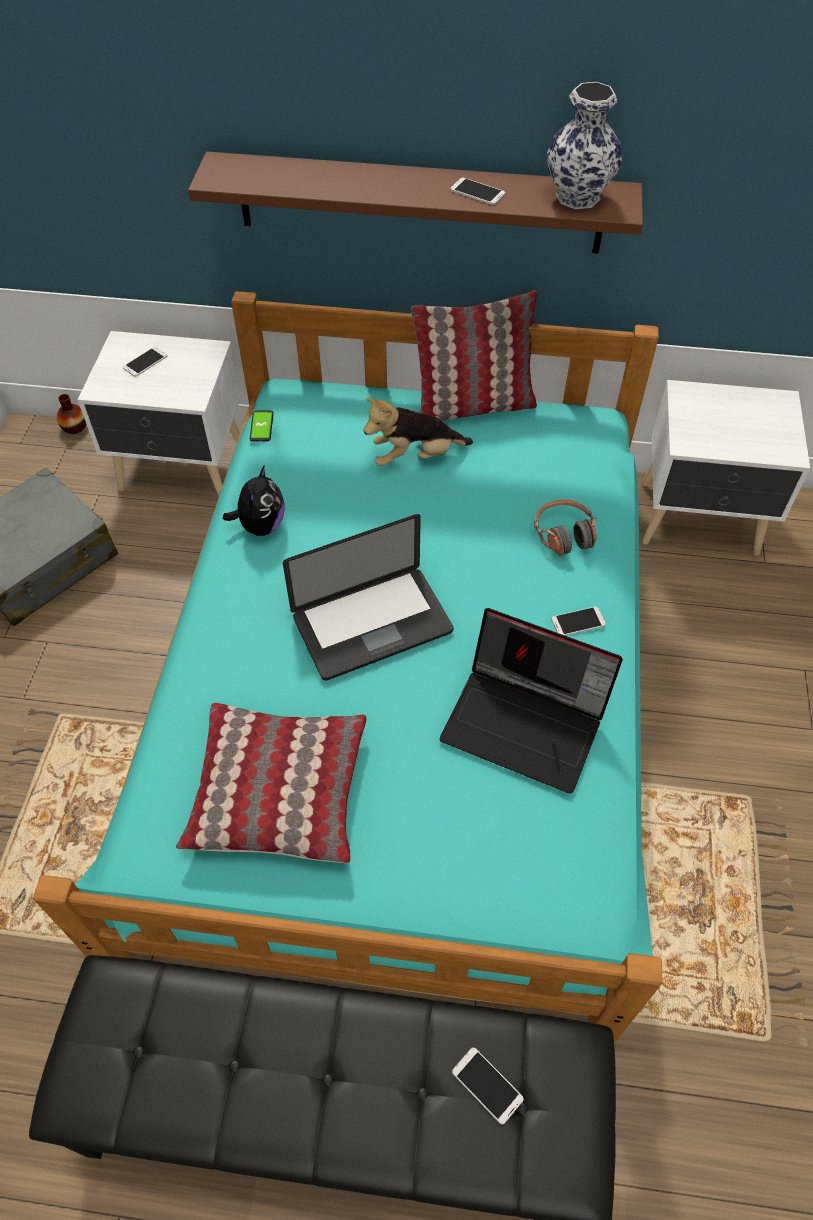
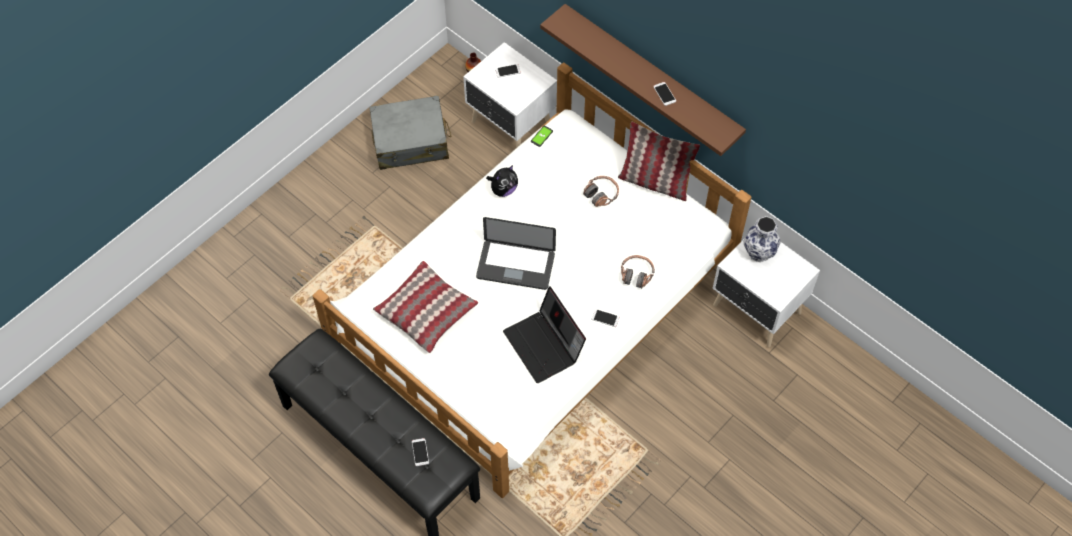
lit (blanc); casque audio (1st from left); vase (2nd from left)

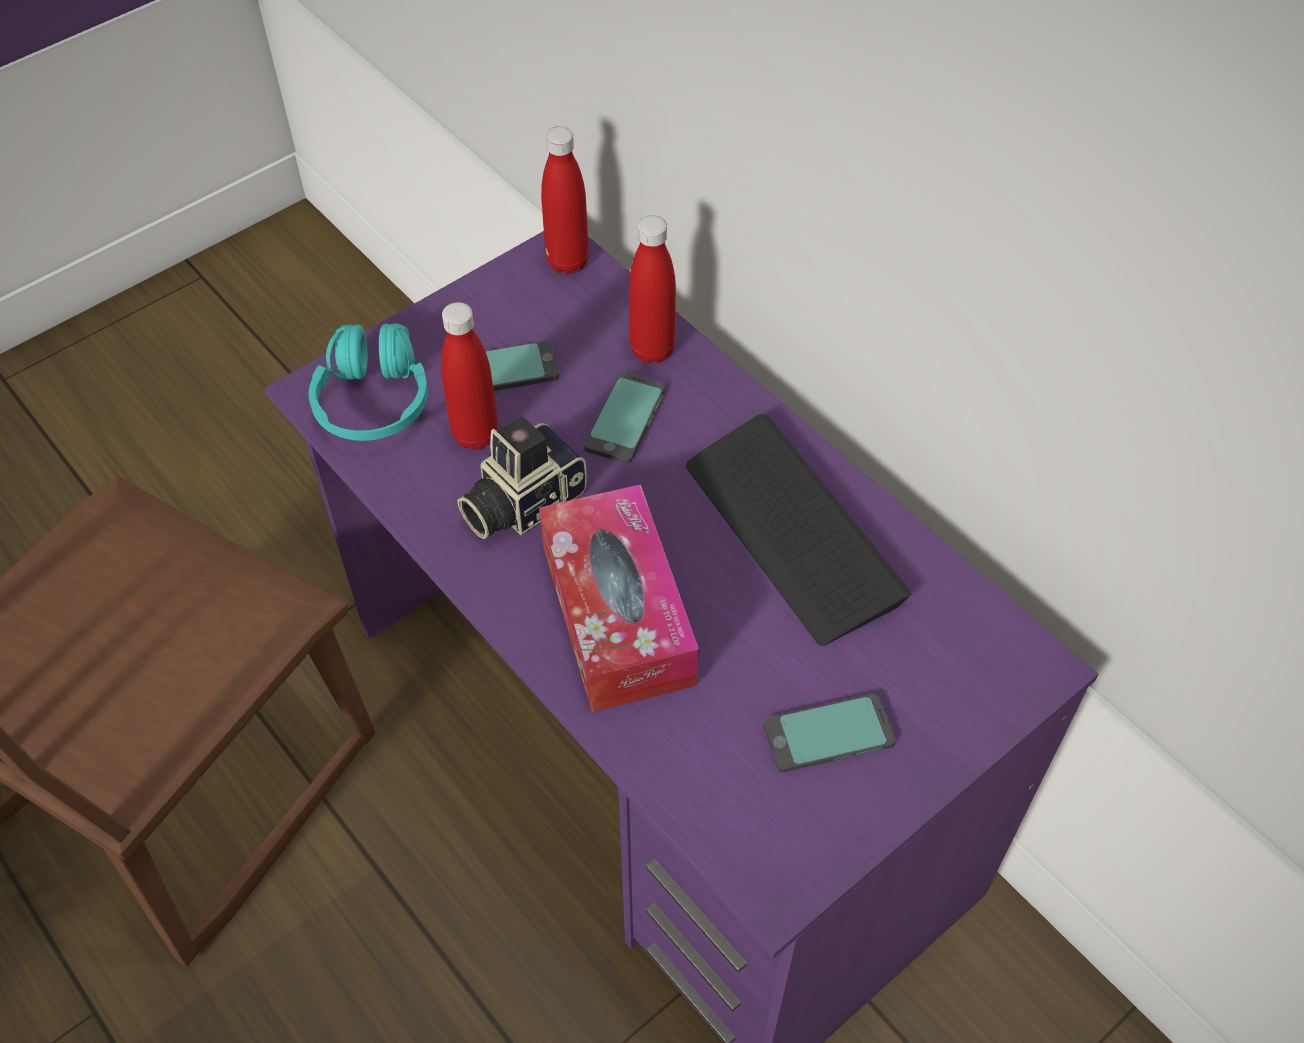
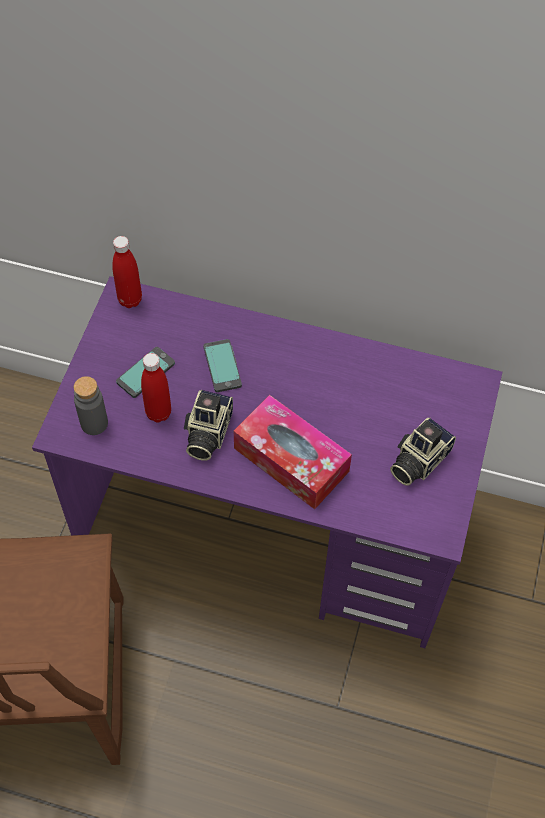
bouteille (gris); bouteille (rouge) (3rd from left in the first image); clavier; appareil photo (2nd from left)

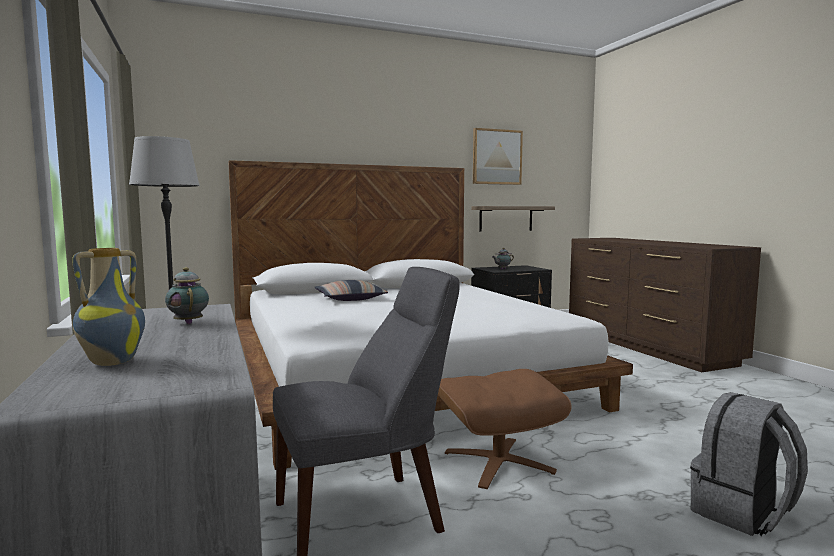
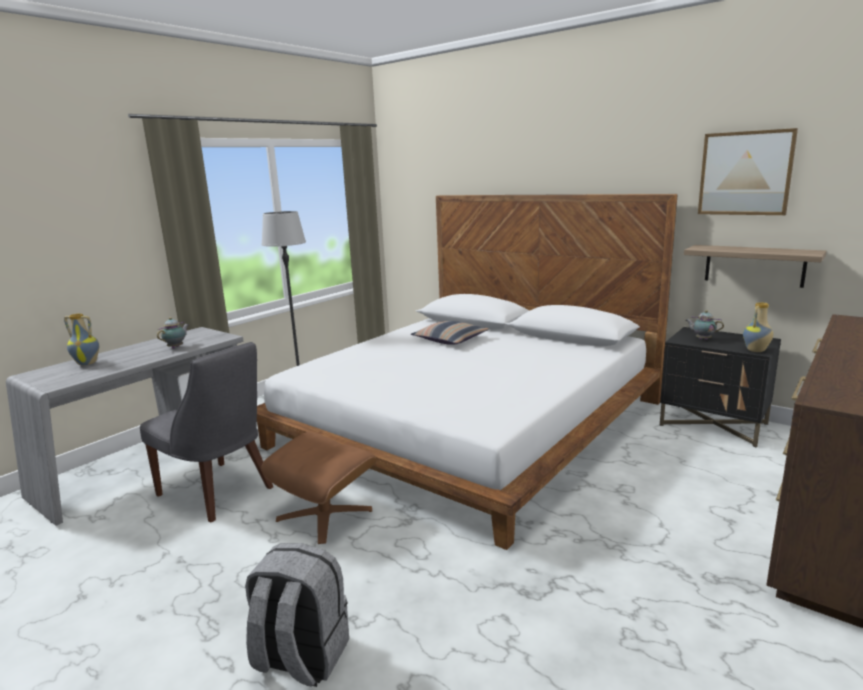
vase (2nd from left)

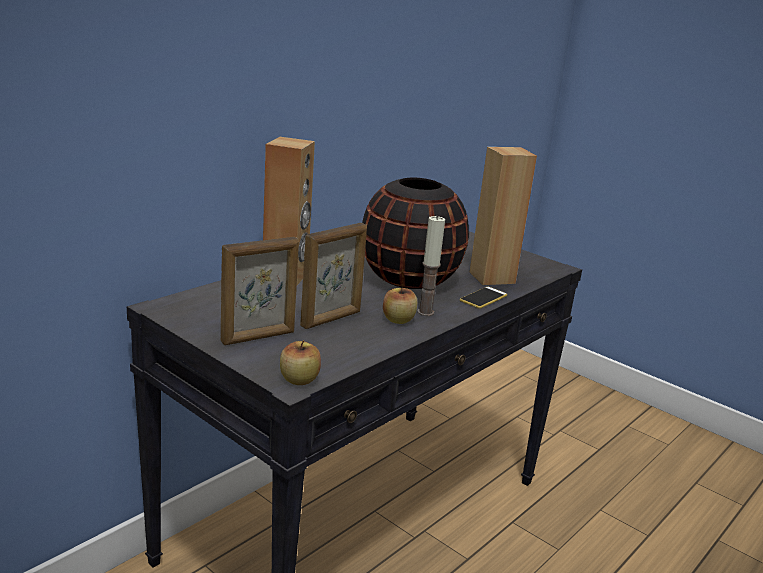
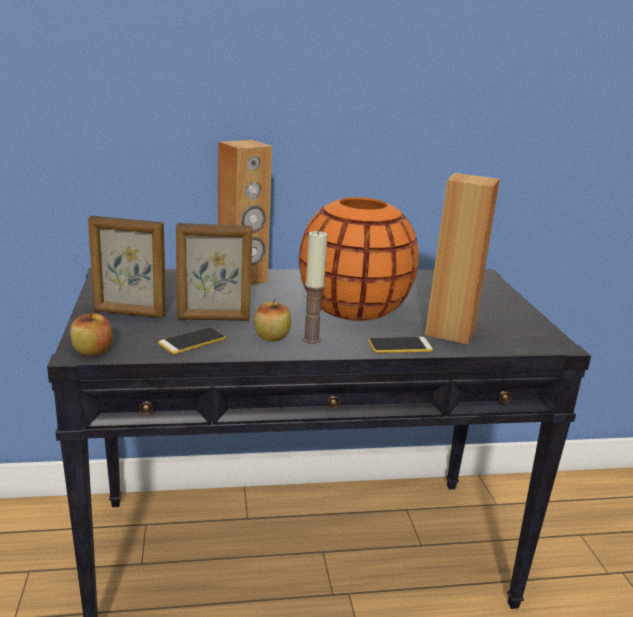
vase (orange); téléphone (1st from left)

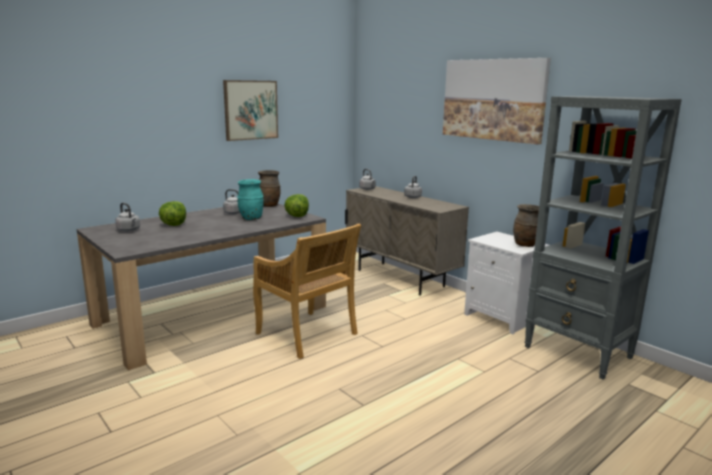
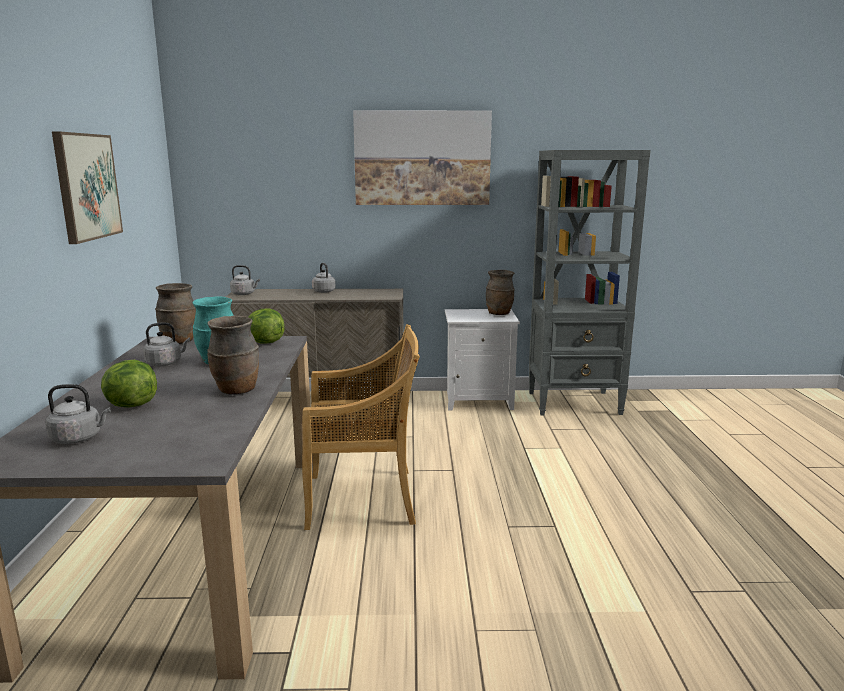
vase (marron) (2nd from left)

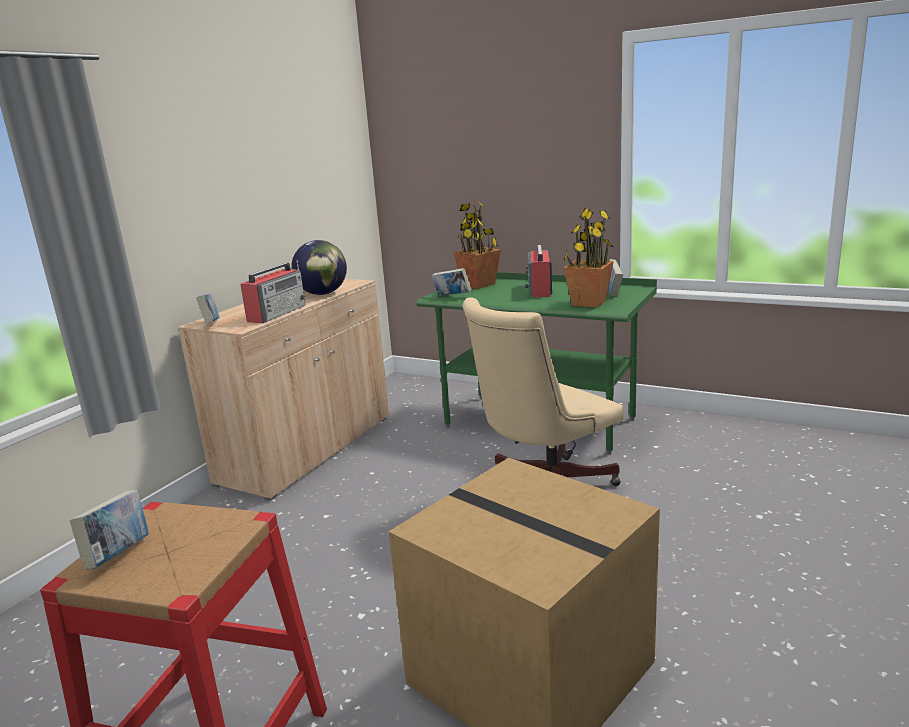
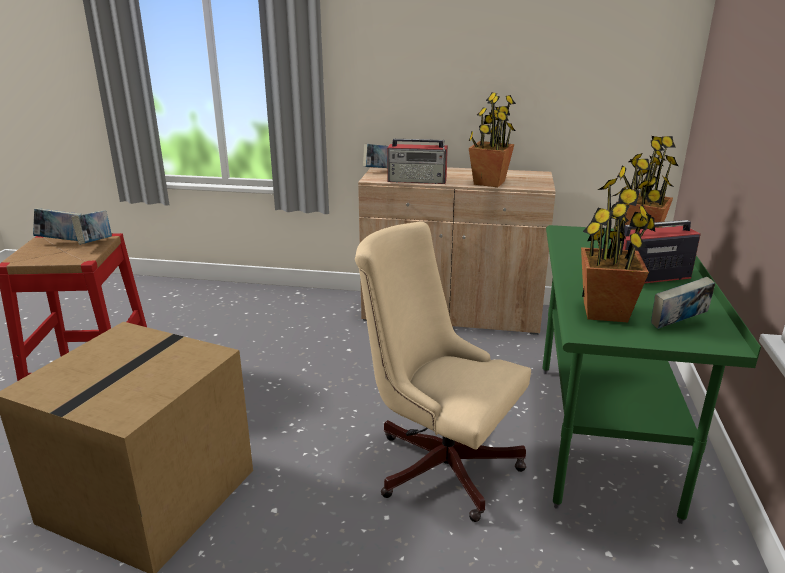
plante en pot (1st from left); livre (2nd from left)

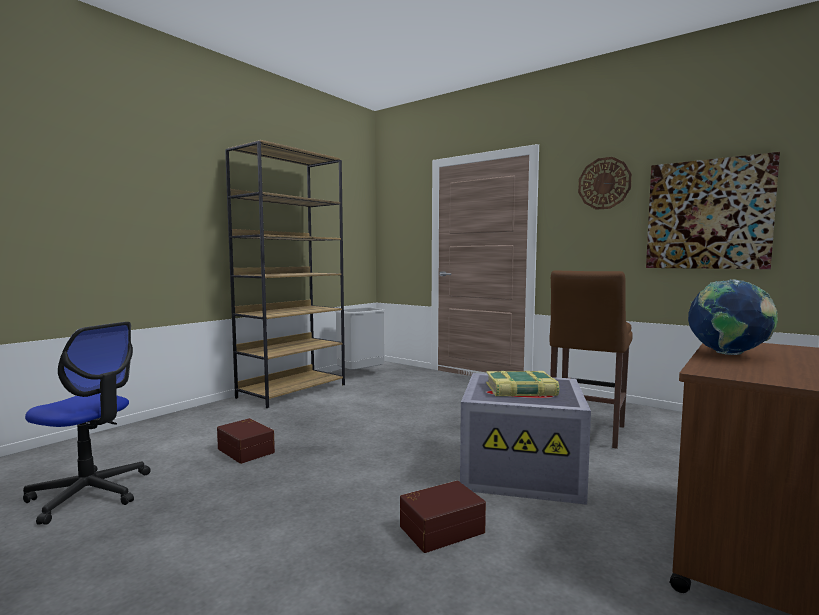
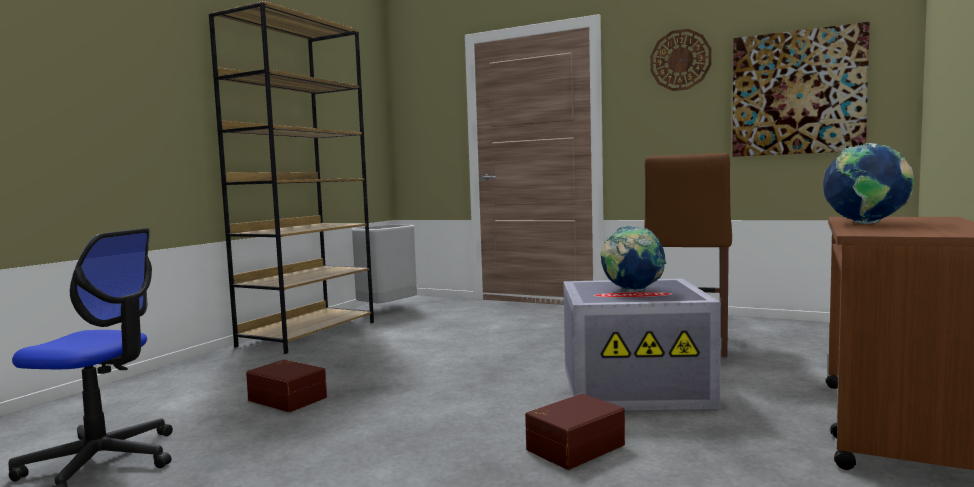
globe (1st from left)

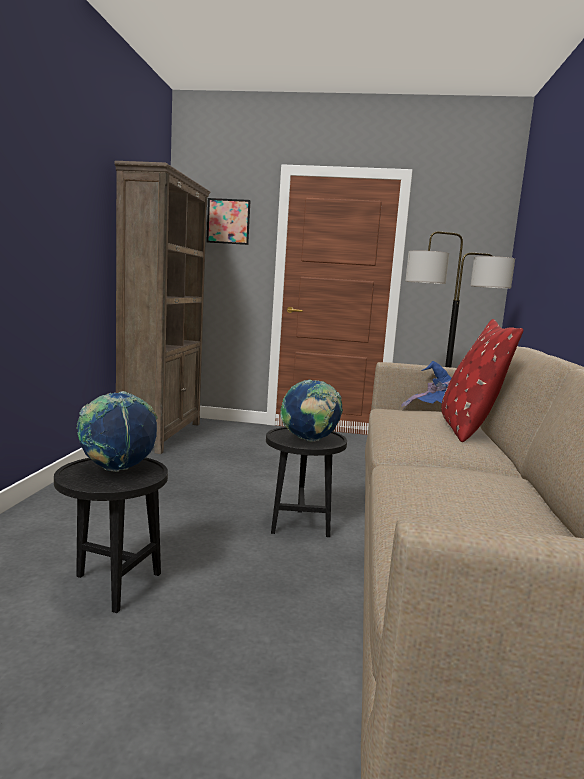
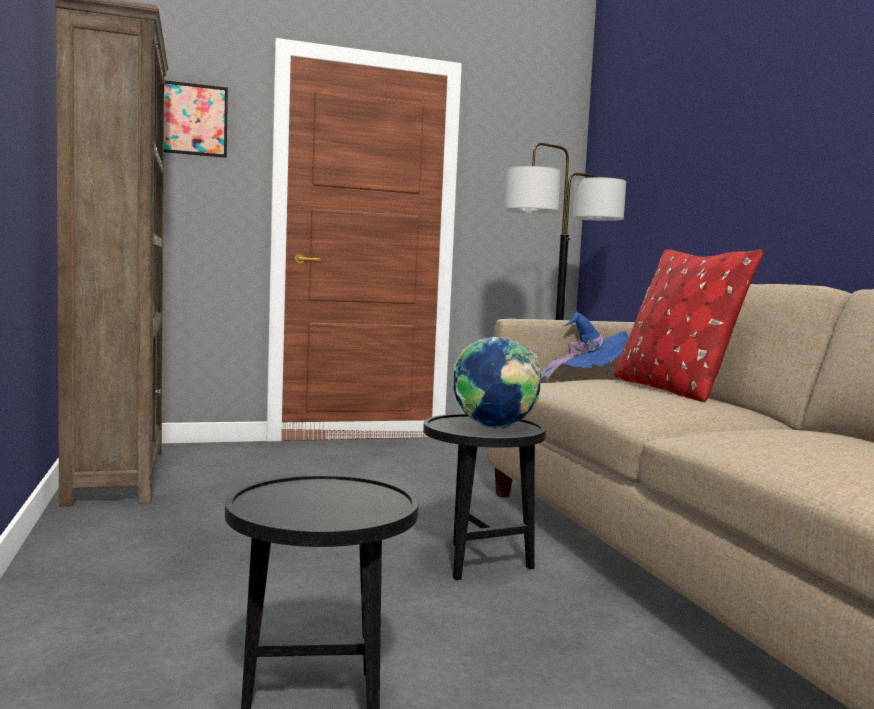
globe (1st from left in the first image)

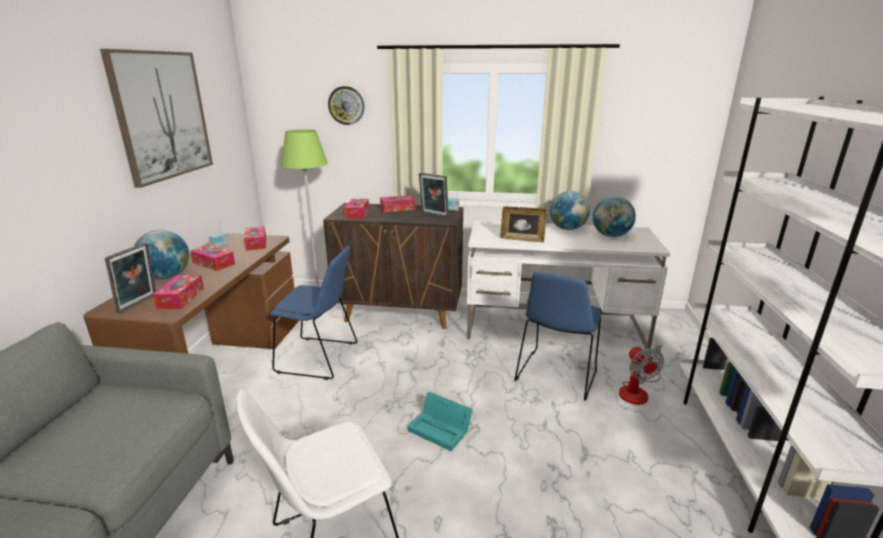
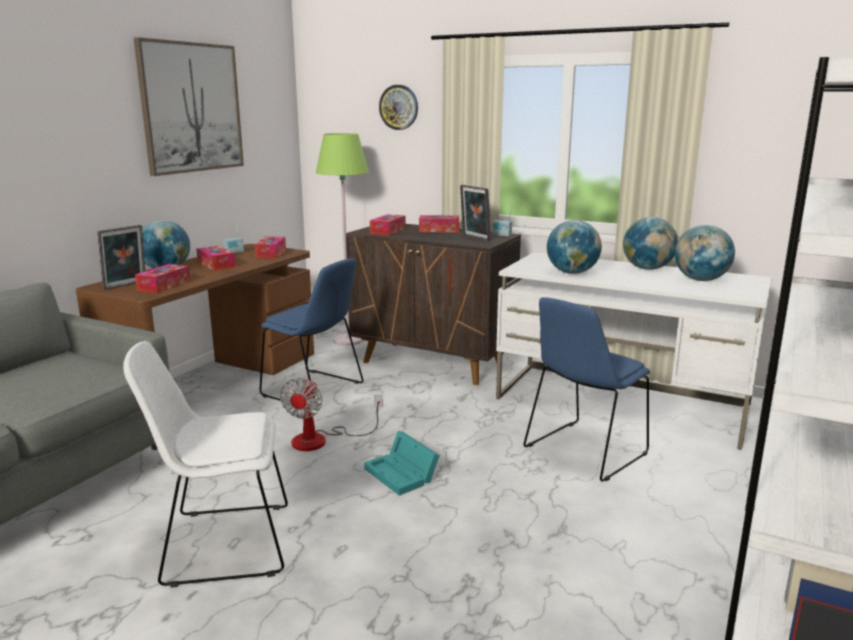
globe (2nd from left); ventilateur

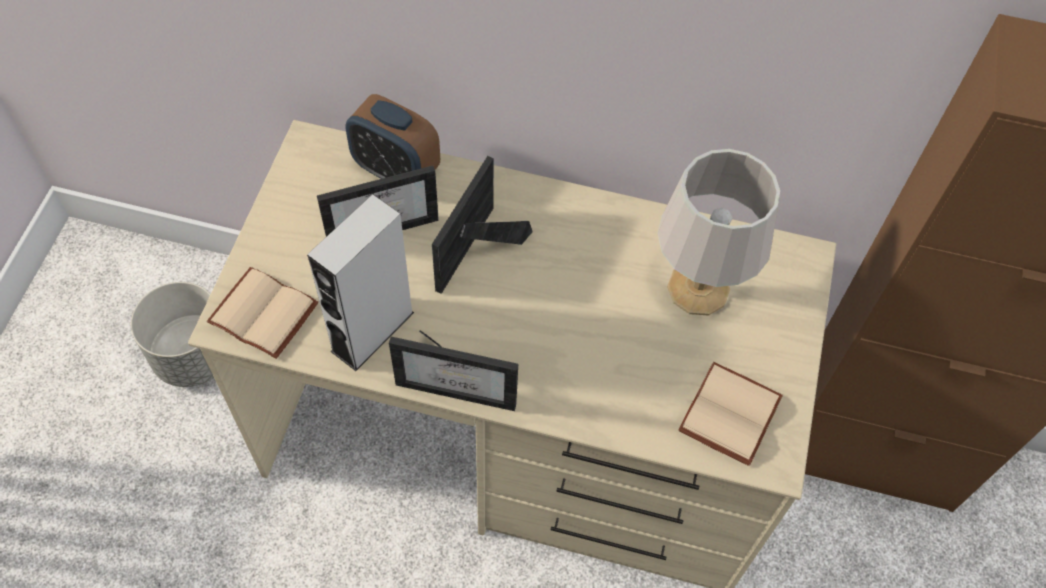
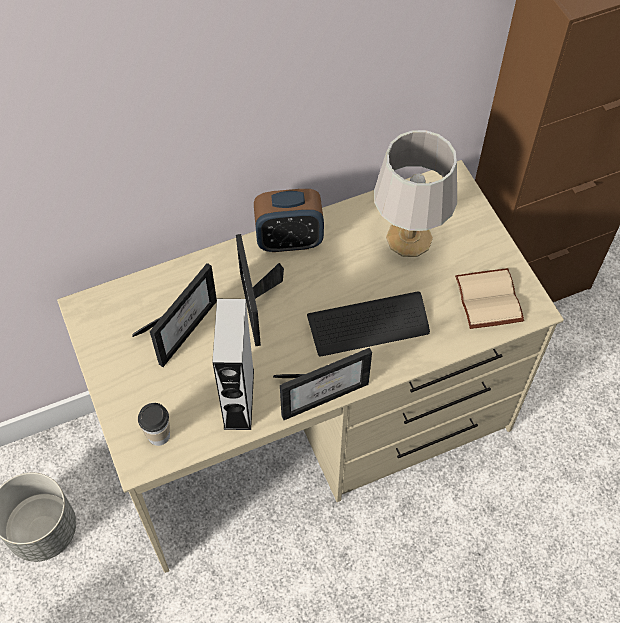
tasse; réveil; clavier

